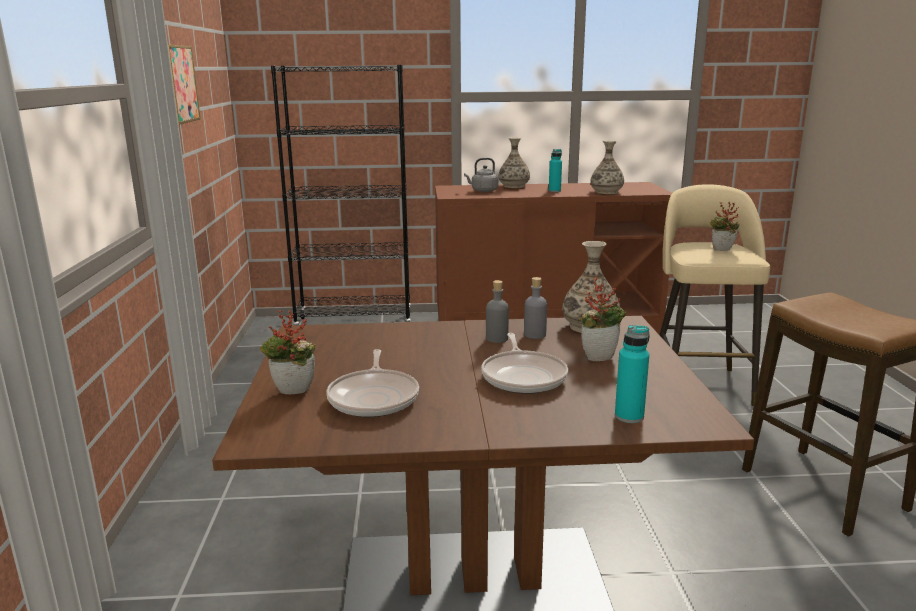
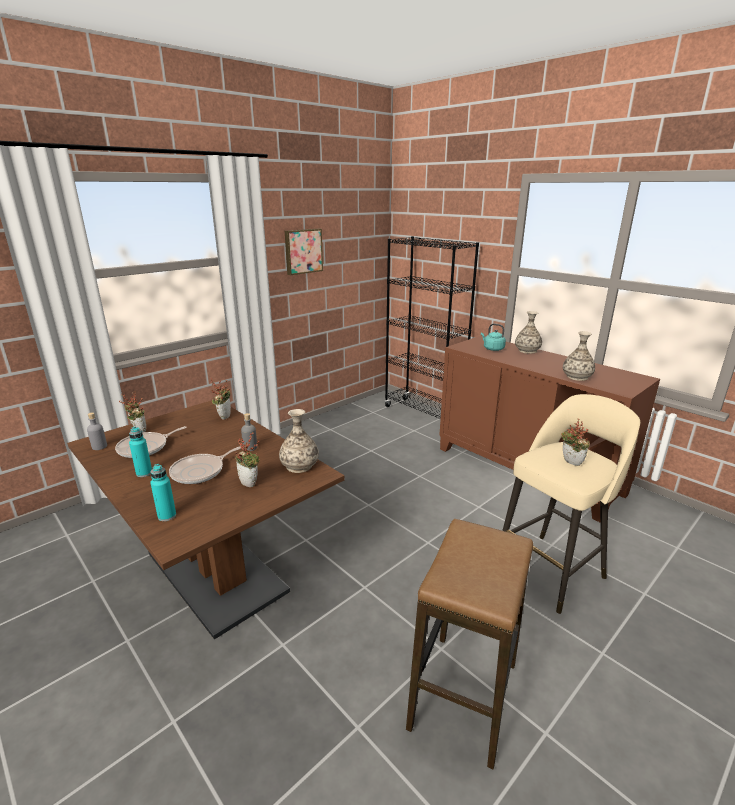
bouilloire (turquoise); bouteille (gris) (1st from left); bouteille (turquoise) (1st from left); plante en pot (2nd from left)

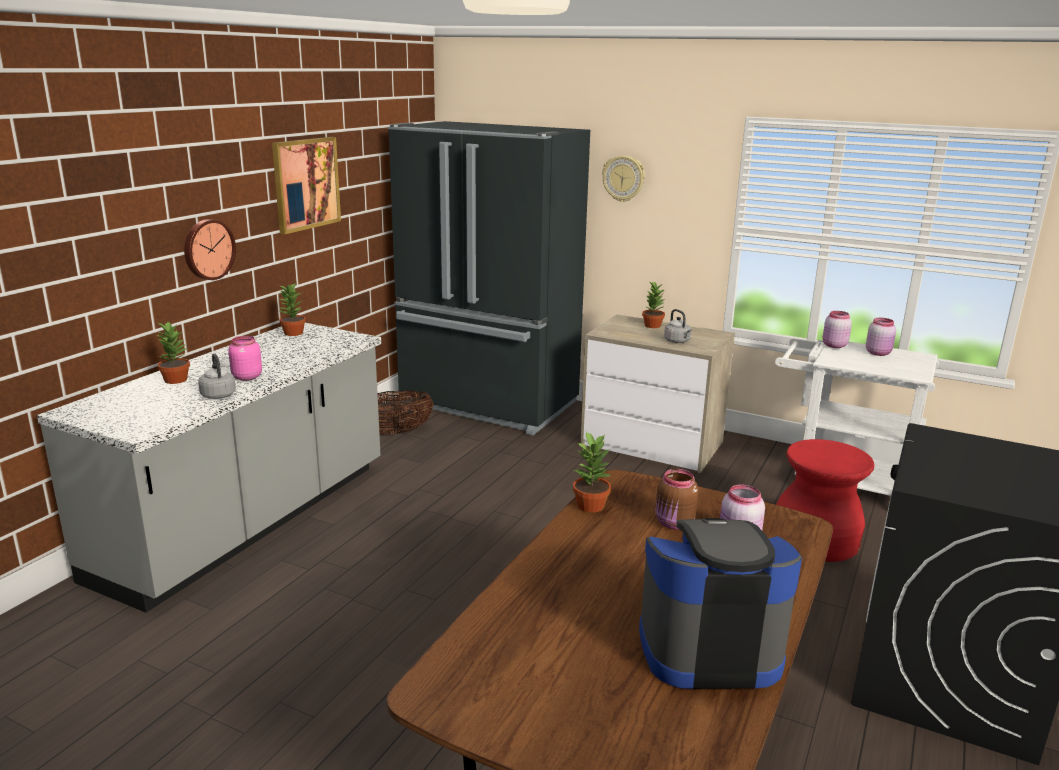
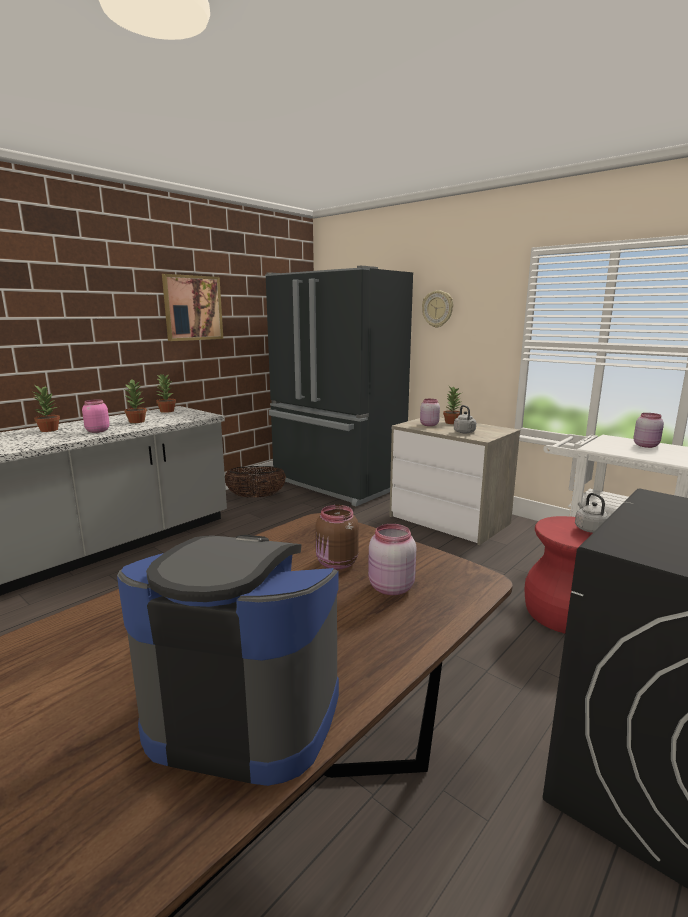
horloge murale (1st from left in the first image); bouilloire (gris) (2nd from left); plante en pot (2nd from left); bocal (rose) (3rd from left)

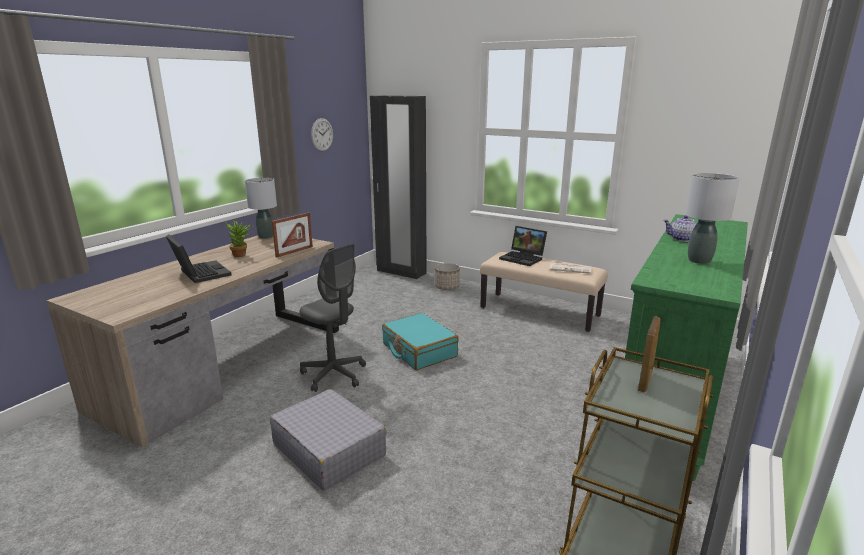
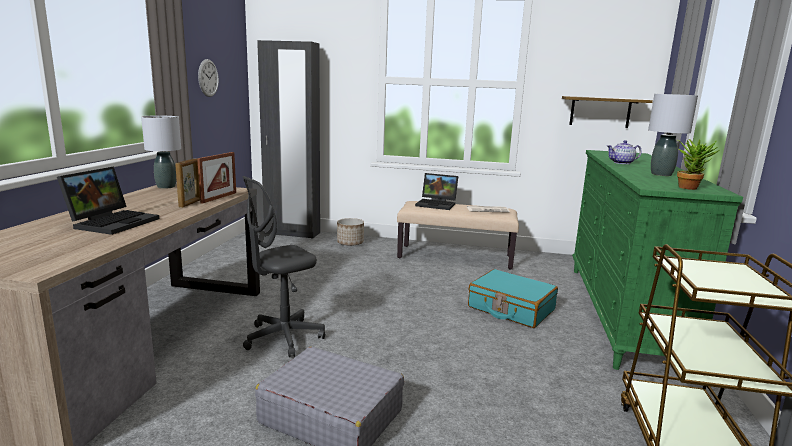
ordinateur portable (1st from left); plante en pot; chaise de bureau (gris); valise (turquoise); cadre photo (1st from left); étagère

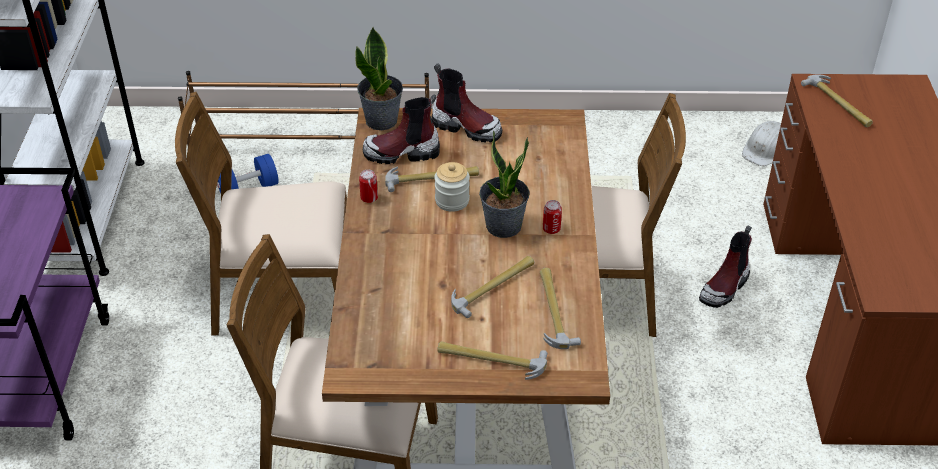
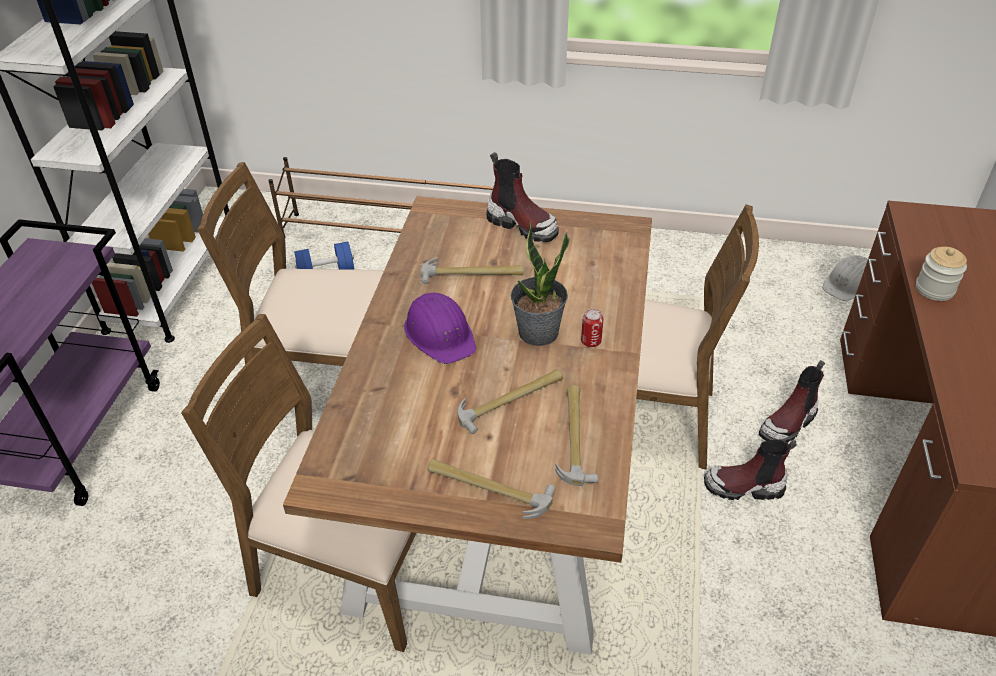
plante en pot (1st from left in the first image); boîte métallique (1st from left in the first image); botte (2nd from left); bocal; marteau (5th from left in the first image); casque de chantier (violet)

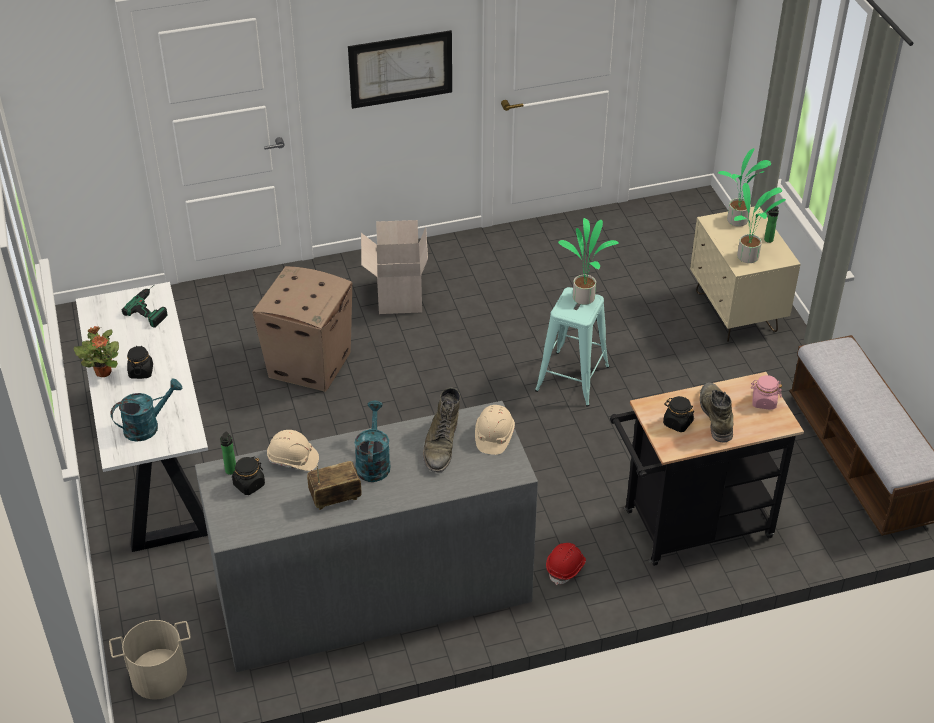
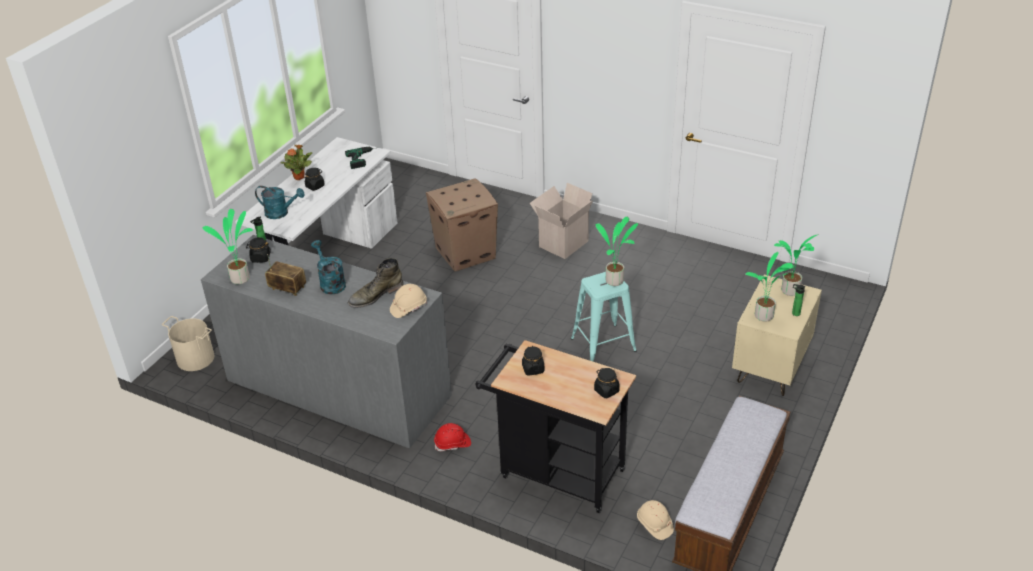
casque de chantier (beige) (2nd from left); tableau; arrosoir (turquoise) (2nd from left); botte (vert) (2nd from left in the first image); bocal (noir) (4th from left); plante en pot (1st from left)

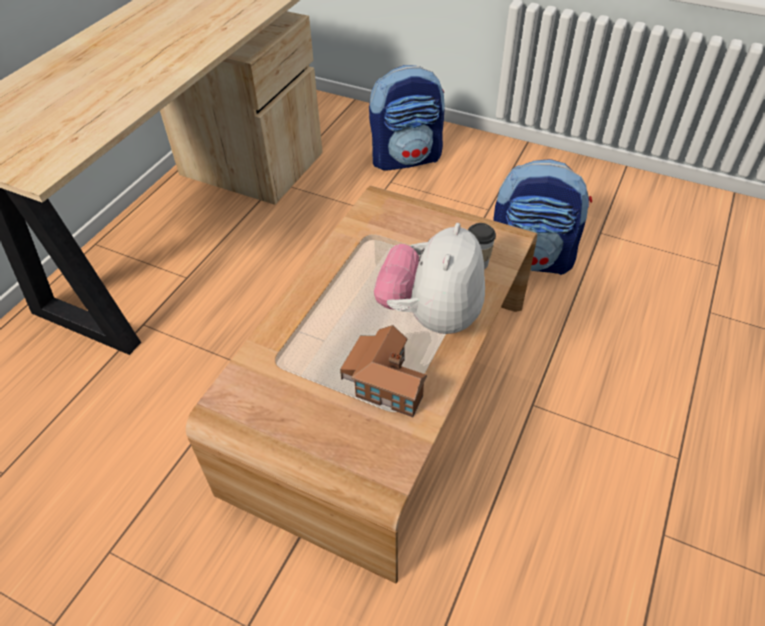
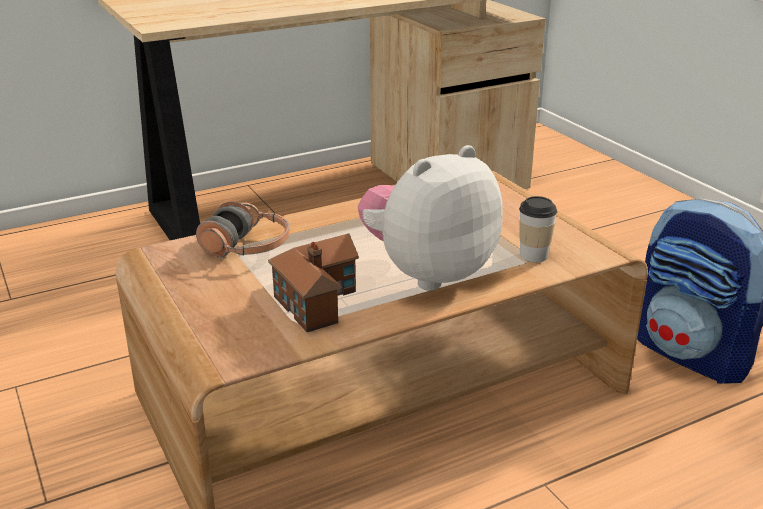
sac à dos (1st from left in the first image); casque audio

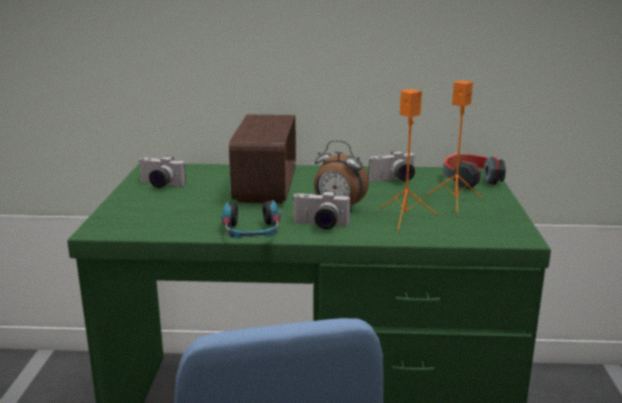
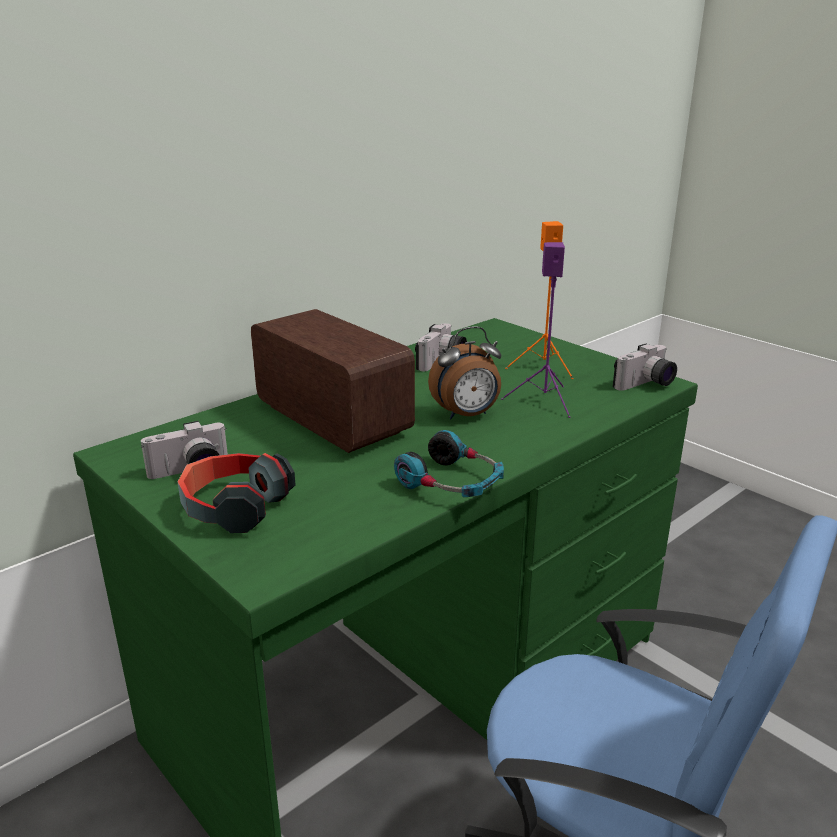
appareil photo (3rd from left); enceinte (violet); casque audio (1st from left)

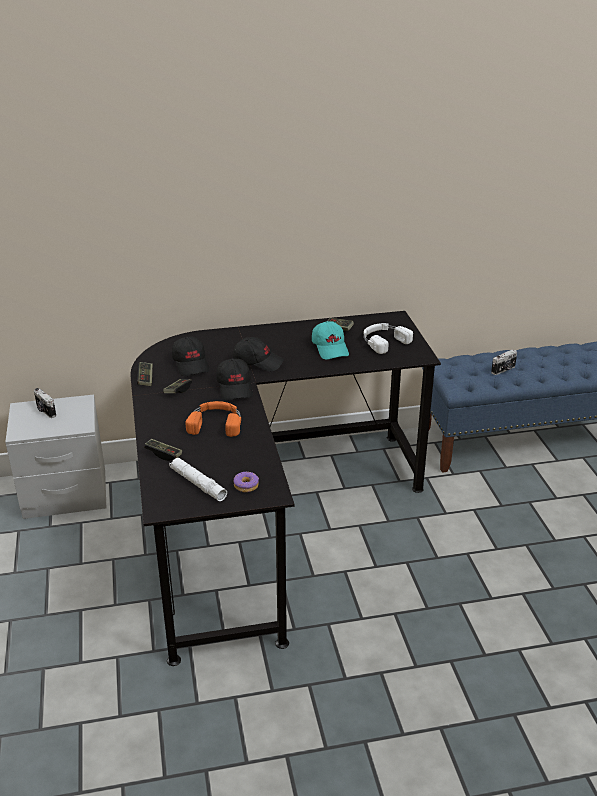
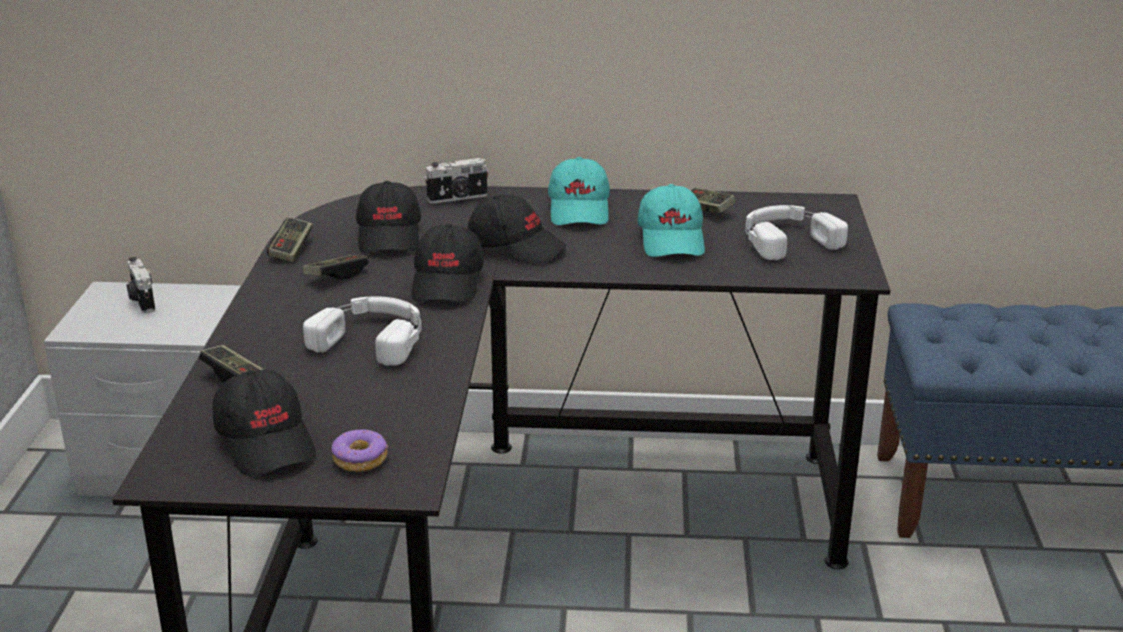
casquette (noir) (1st from left); casque audio (blanc) (1st from left); appareil photo (2nd from left); casquette (turquoise) (1st from left)

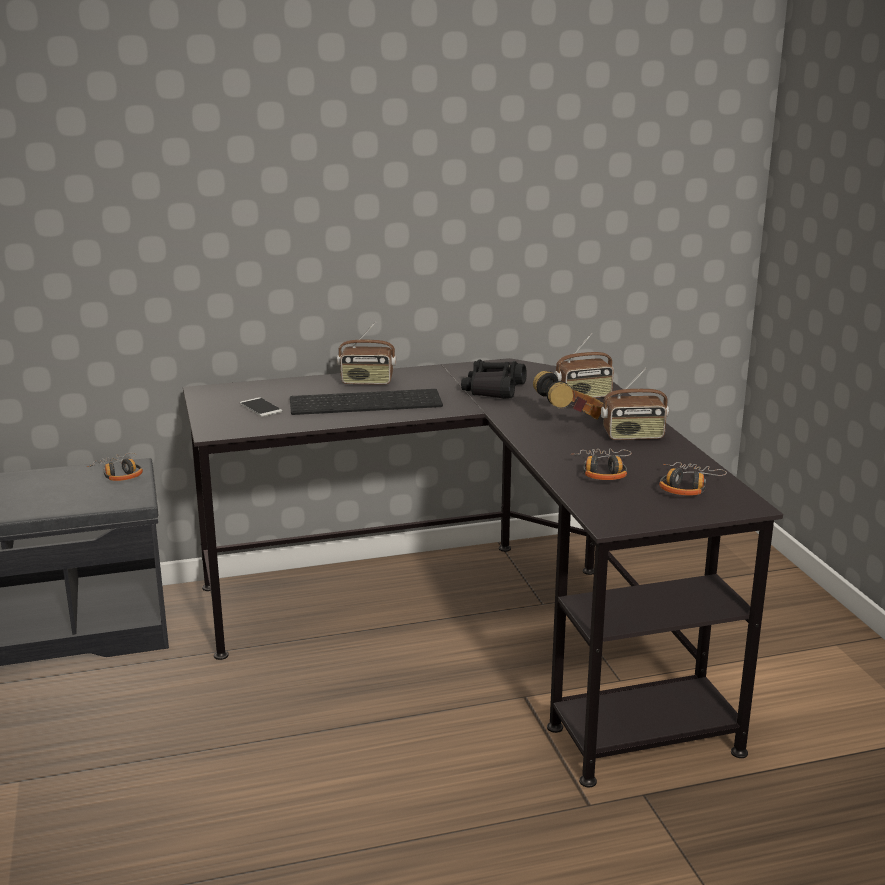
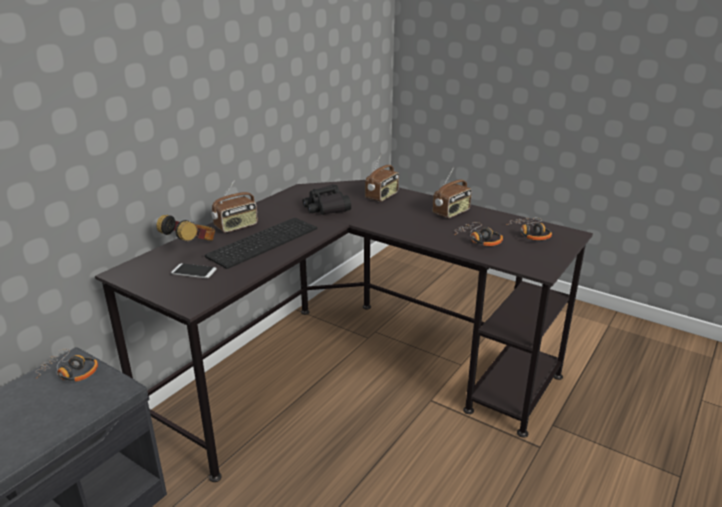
casque audio (2nd from left)

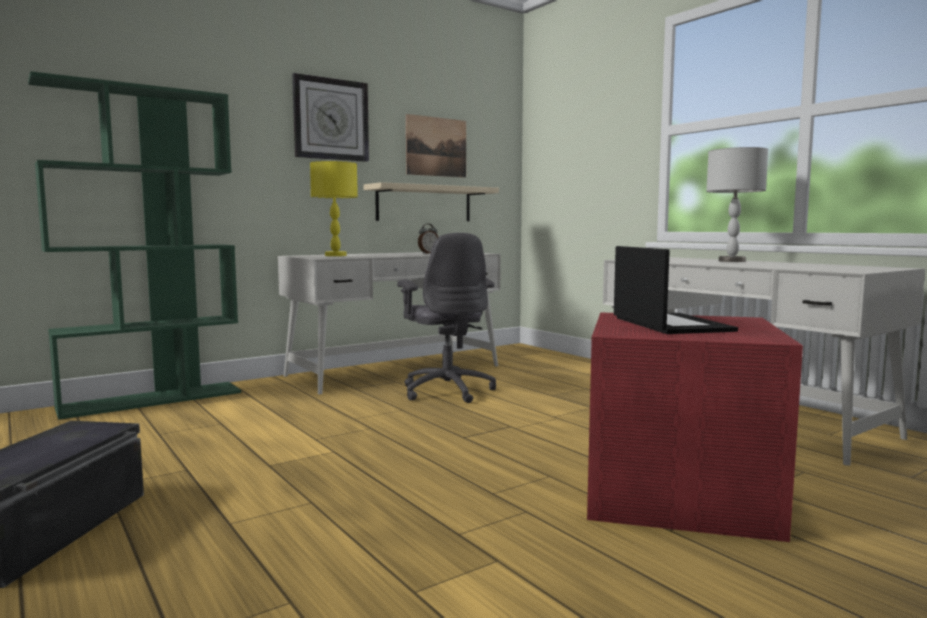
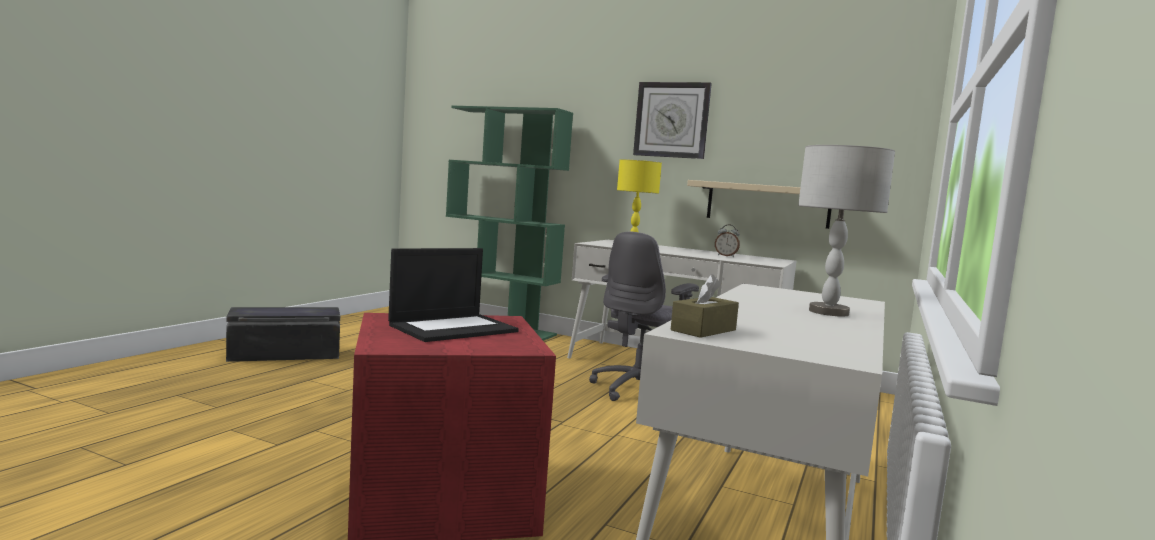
tableau; boîte à mouchoirs (marron)

